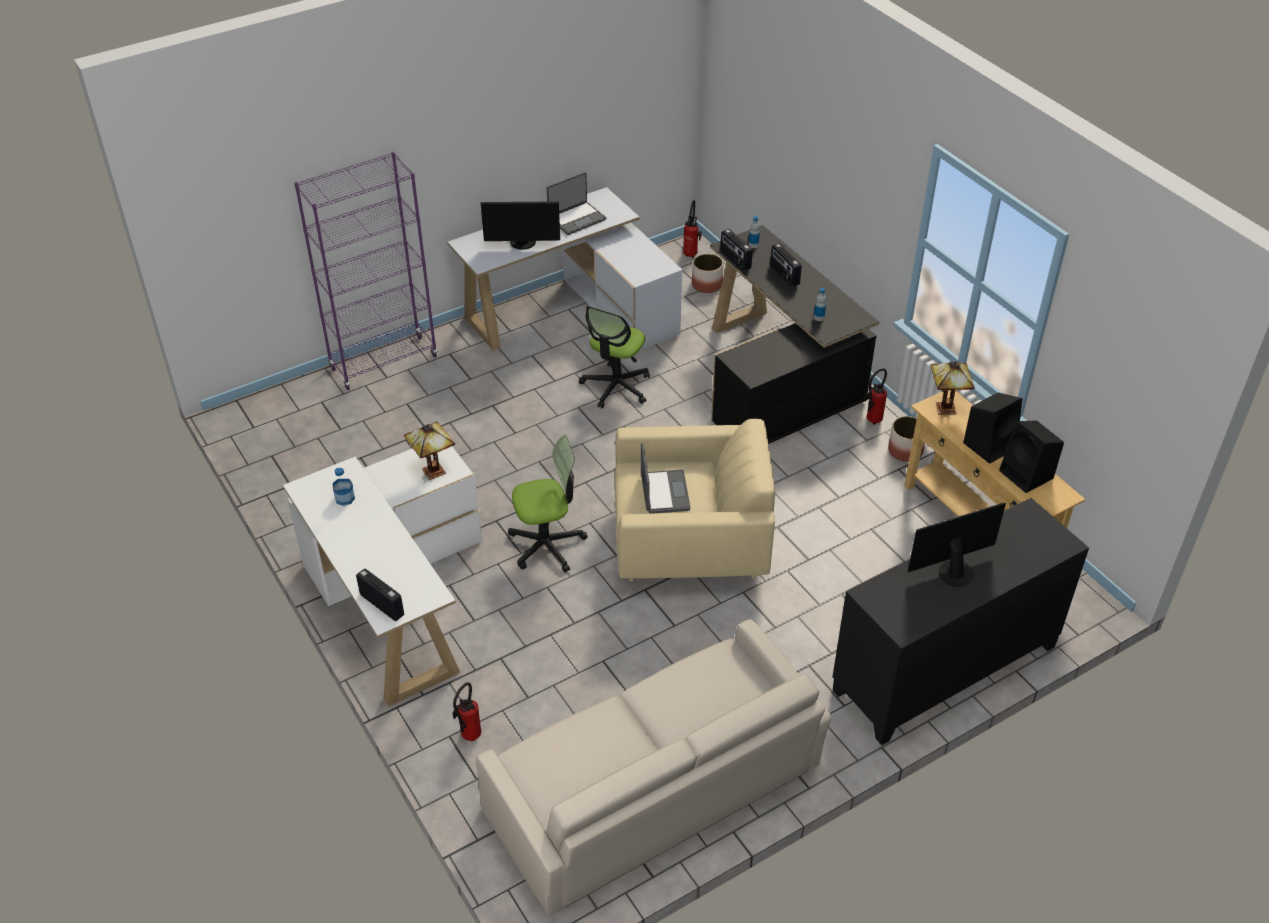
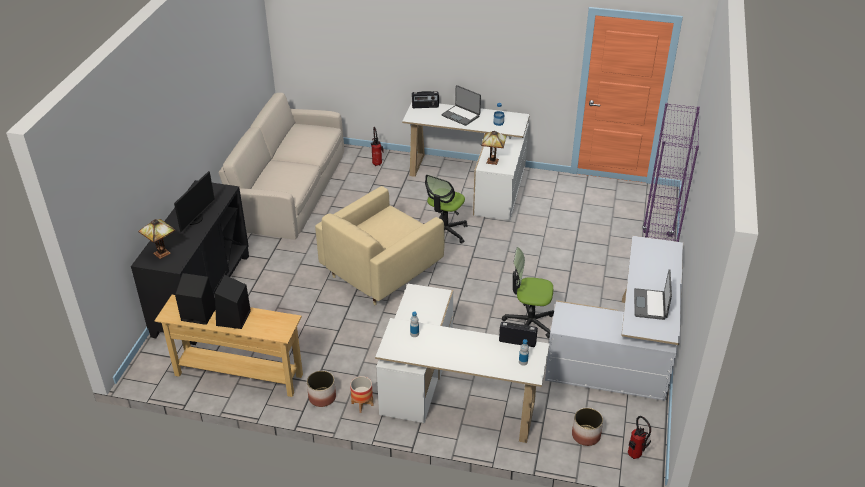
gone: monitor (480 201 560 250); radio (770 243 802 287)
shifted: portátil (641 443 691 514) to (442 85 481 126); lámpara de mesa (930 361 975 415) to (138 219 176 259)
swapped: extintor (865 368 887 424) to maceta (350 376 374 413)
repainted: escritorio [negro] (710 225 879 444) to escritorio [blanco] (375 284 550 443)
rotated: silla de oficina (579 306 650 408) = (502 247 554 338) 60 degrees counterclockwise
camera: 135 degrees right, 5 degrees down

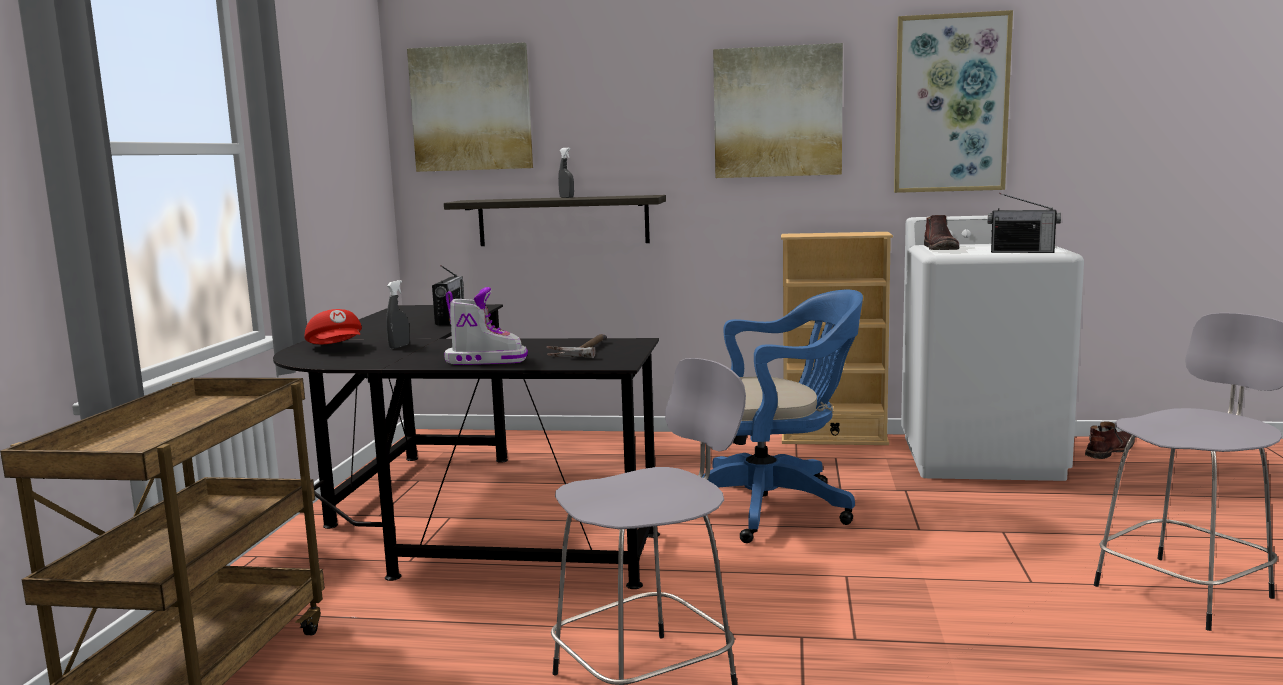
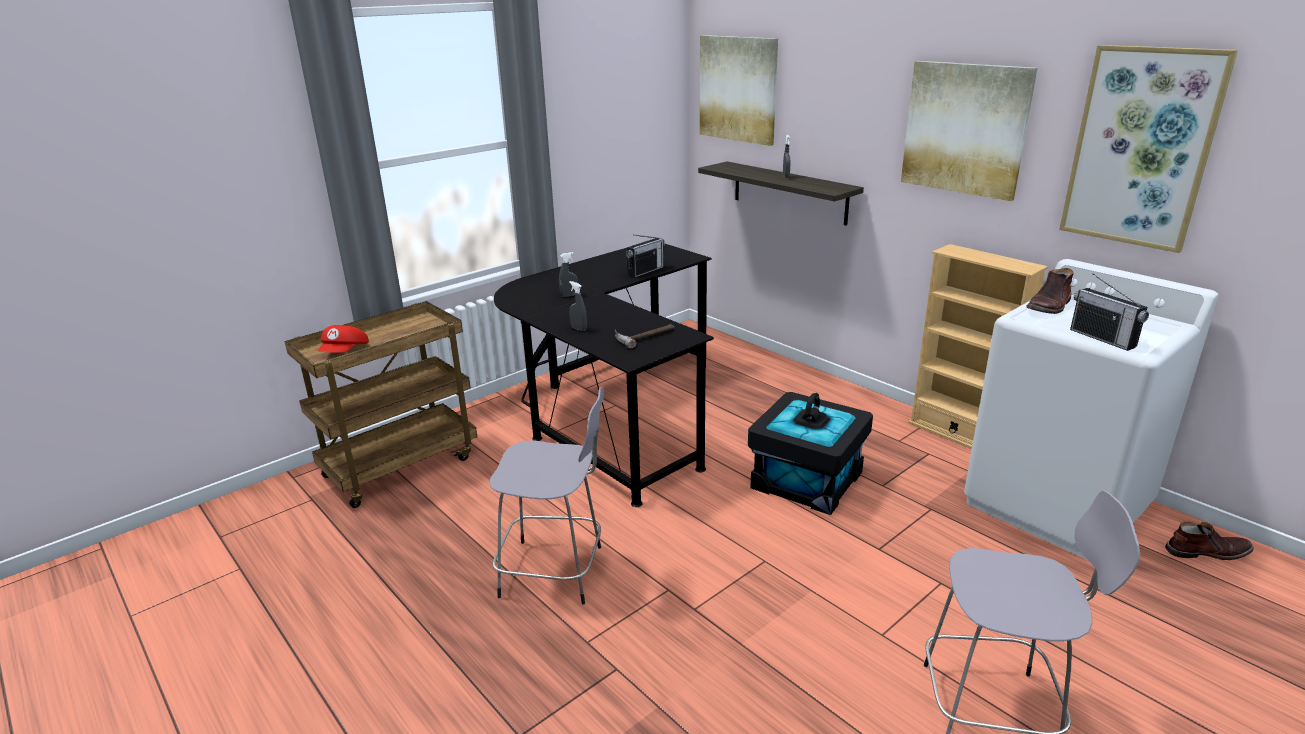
shifted: gorra [rojo] (305 309 362 344) to (318 325 369 353)
swapped: bota (444 287 528 365) to pulverizador [gris] (569 281 587 331); silla de oficina [azul] (702 290 863 543) to caja de almacenaje [negro] (748 392 873 515)
camera: 40 degrees right, 15 degrees up

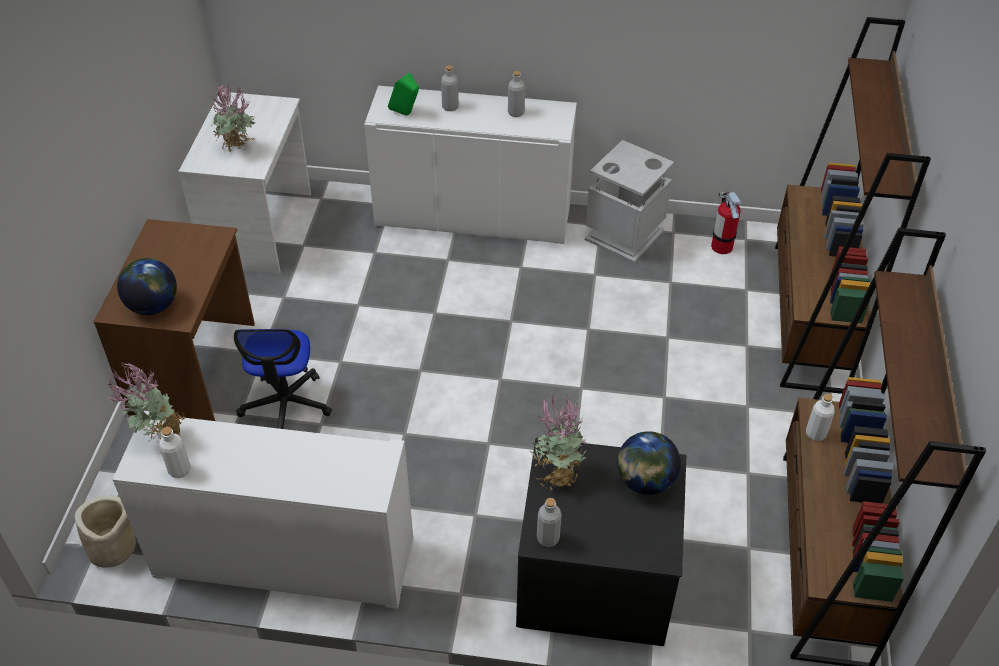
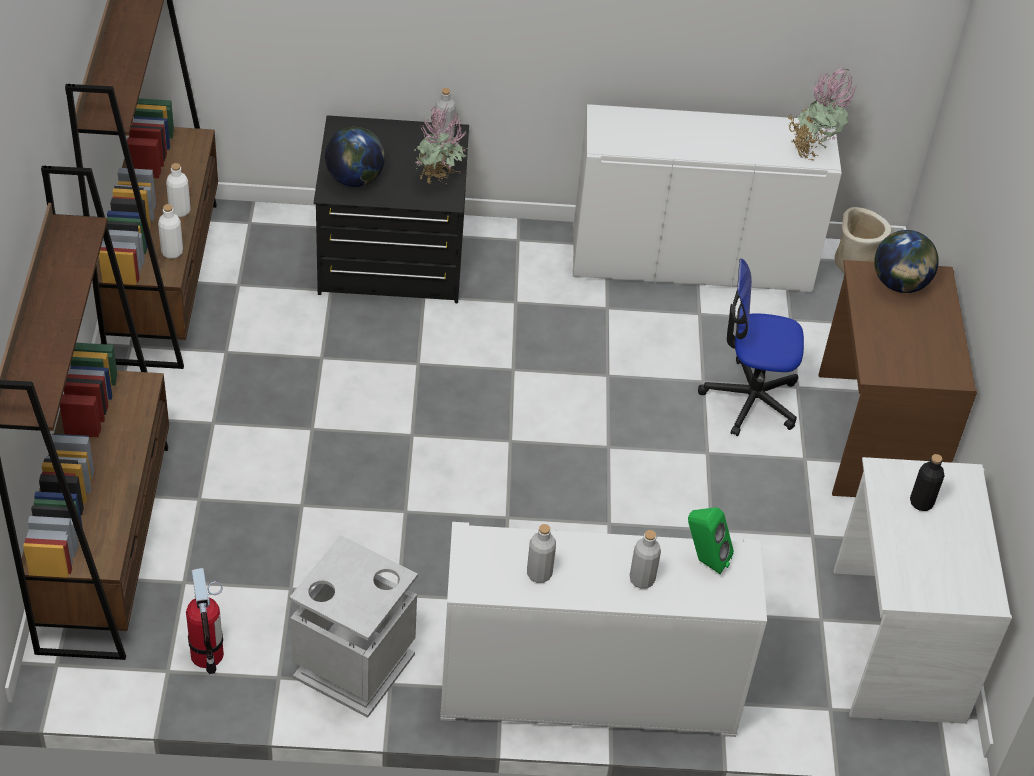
shifted: botella [blanco] (159 427 191 478) to (166 163 190 217)
swapped: planta en maceta (212 80 255 152) to botella [negro] (910 454 944 511)
rotated: silla de oficina (234 329 332 429) = (698 259 804 436) 75 degrees counterclockwise
camera: 170 degrees right, 0 degrees up

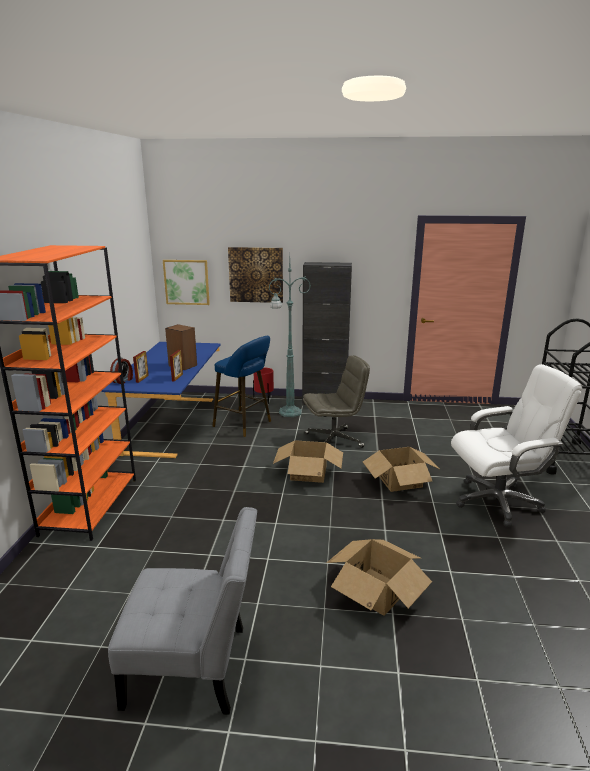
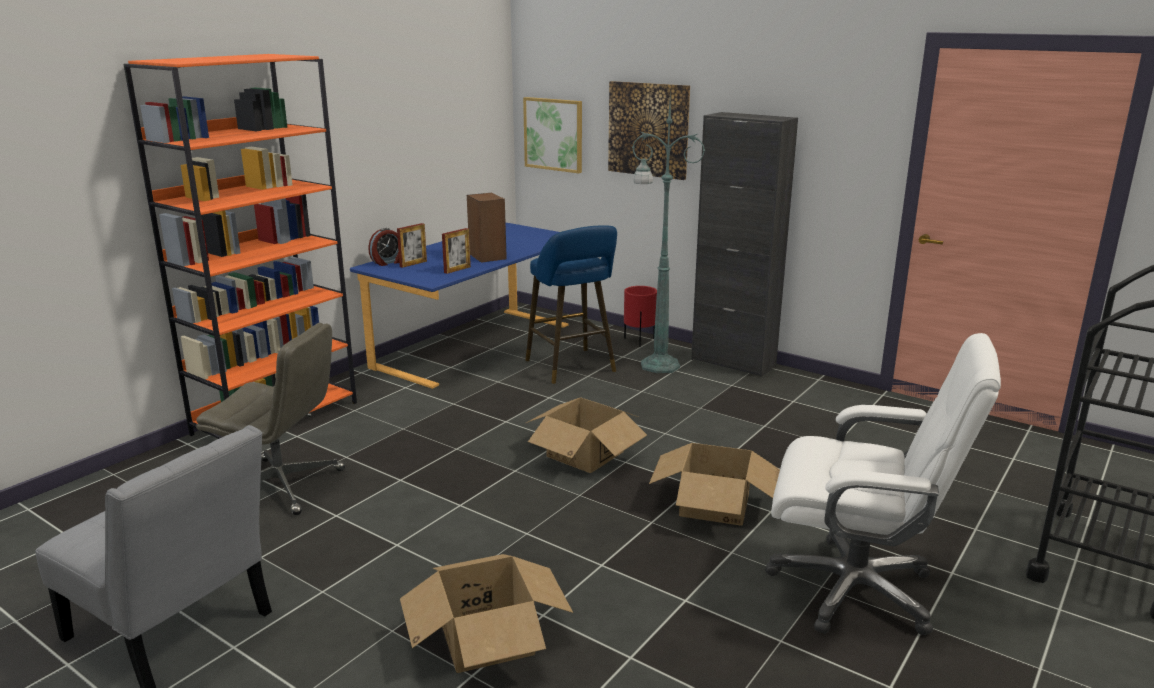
shifted: silla de oficina [gris] (303 355 370 448) to (196 323 345 515)
camera: 30 degrees right, 0 degrees up

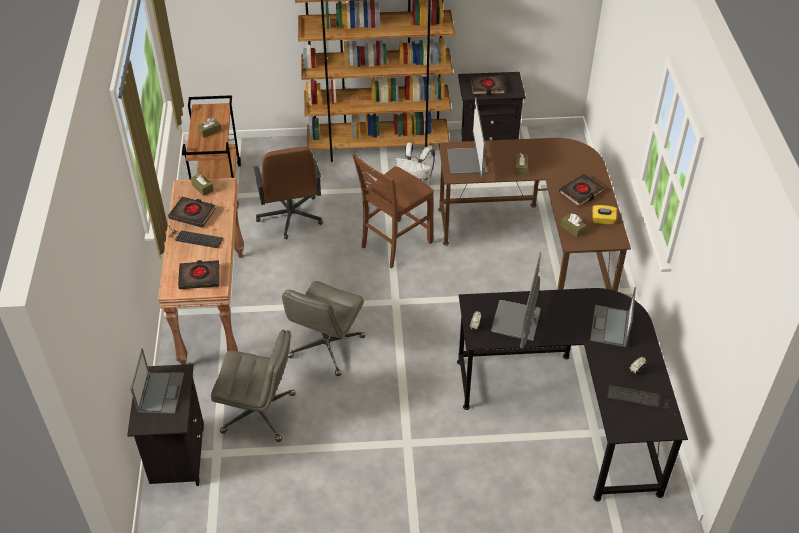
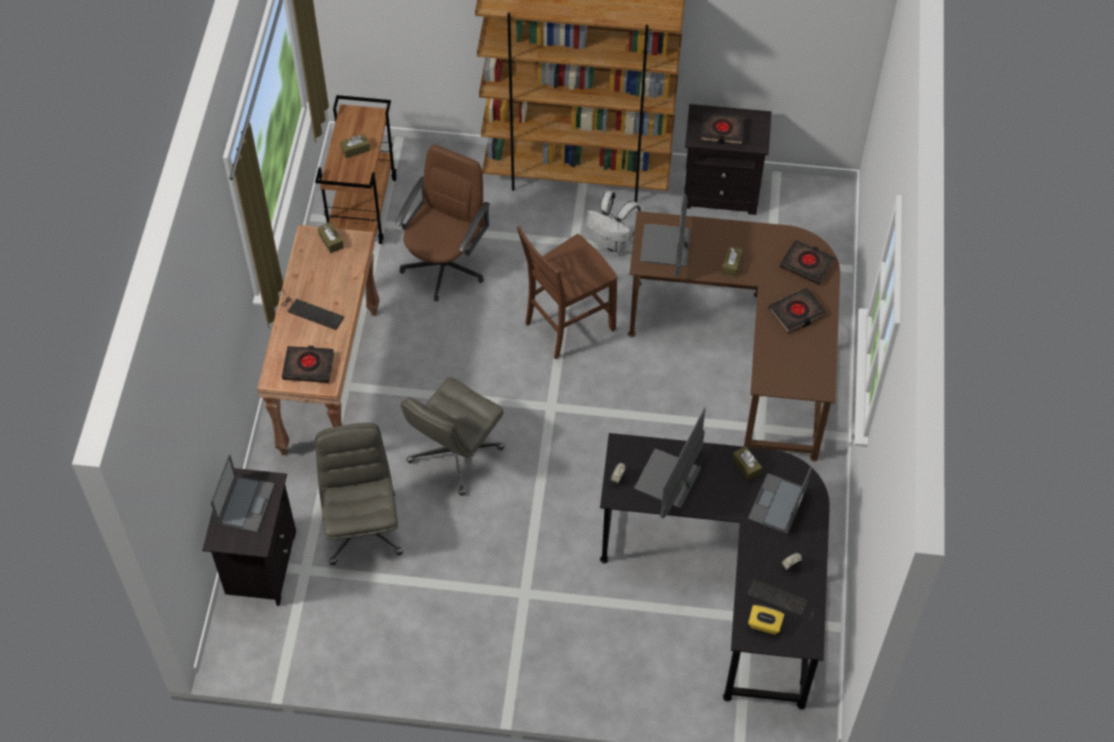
shifted: libro [negro] (168 197 216 228) to (780 240 835 285); caja de pañuelos [marrón] (560 214 586 238) to (732 446 762 481); caja de pañuelos [amarillo] (592 205 617 225) to (748 605 784 635)
rotated: silla de oficina [gris] (211 330 296 442) = (315 423 403 565) 120 degrees counterclockwise; silla de oficina [marrón] (253 147 323 239) = (396 145 490 302) 150 degrees counterclockwise
camera: 10 degrees right, 10 degrees up

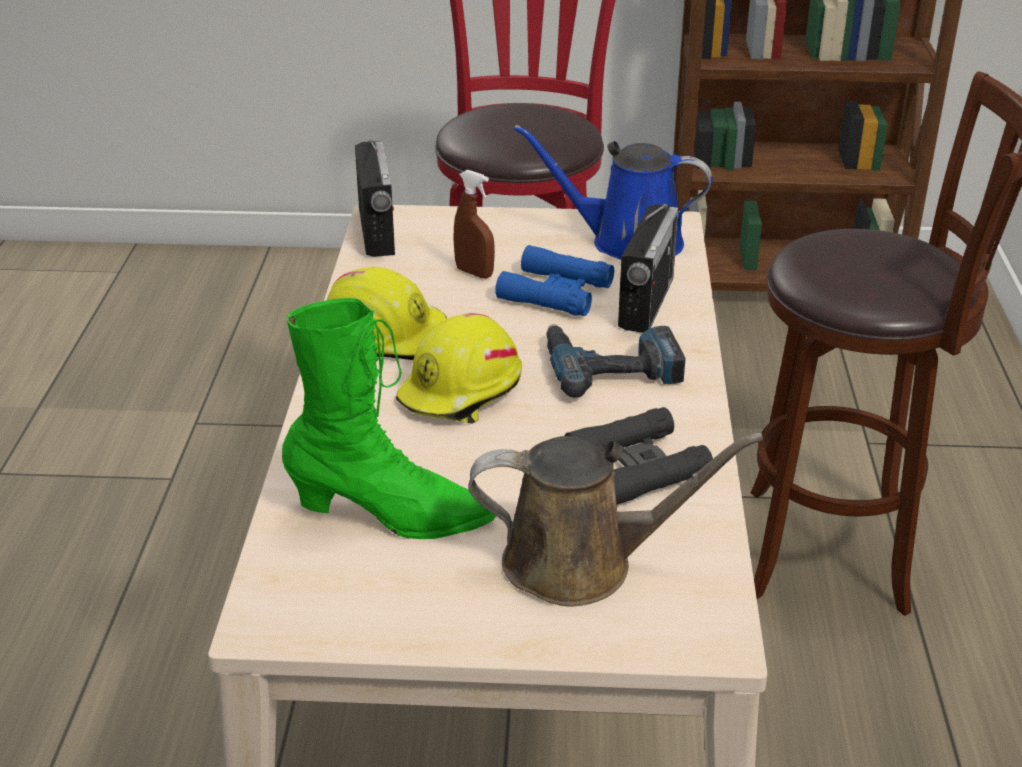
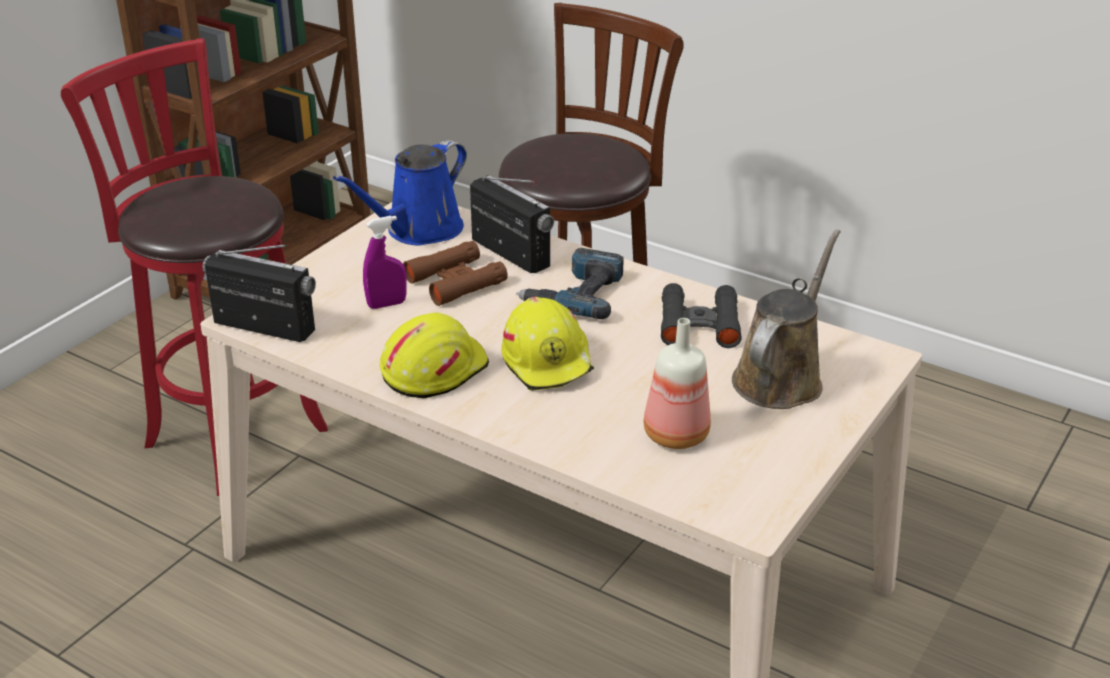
swapped: bota [verde] (282 298 496 539) to botella (644 318 711 449)
repainted: pulverizador [marrón] (454 170 495 278) to pulverizador [morado] (363 216 407 309); prismáticos [azul] (495 245 614 316) to prismáticos [marrón] (403 241 508 306)
camera: 60 degrees left, 0 degrees up

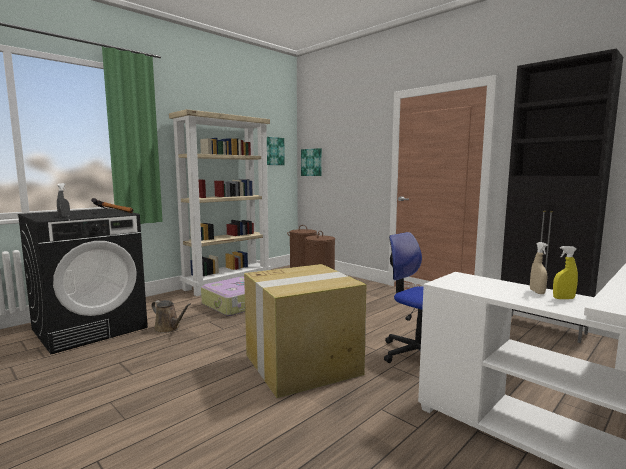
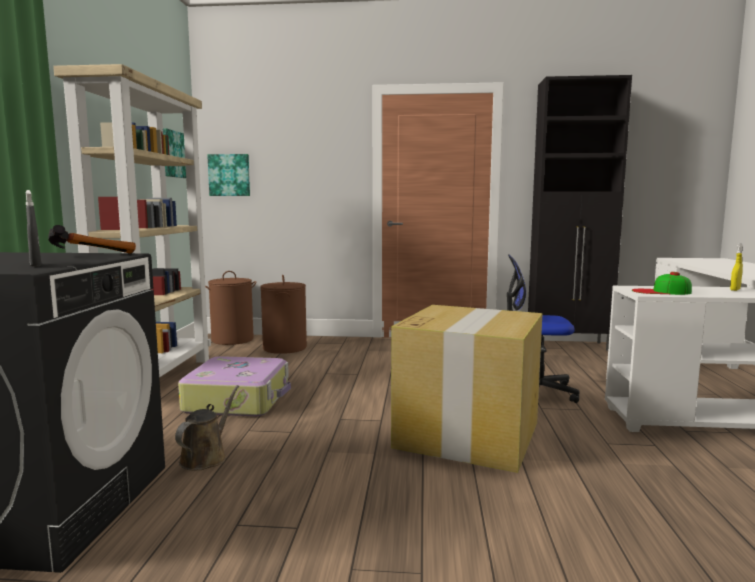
gone: pulverizador [beis] (530 242 548 294)
new: gorra (632 272 692 295)
rotated: regadera [marrón] (151 300 191 333) = (175 385 239 471) 60 degrees counterclockwise
camera: 40 degrees left, 0 degrees up

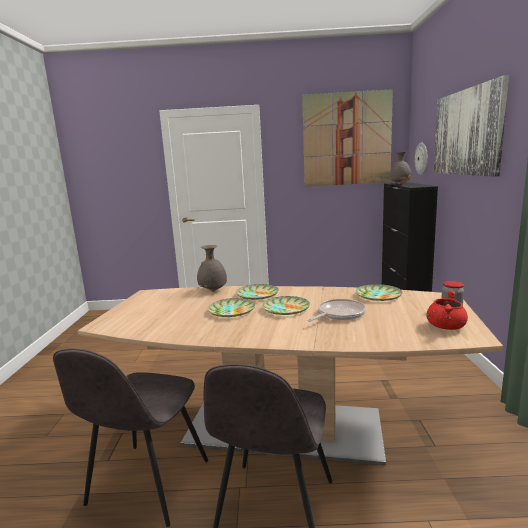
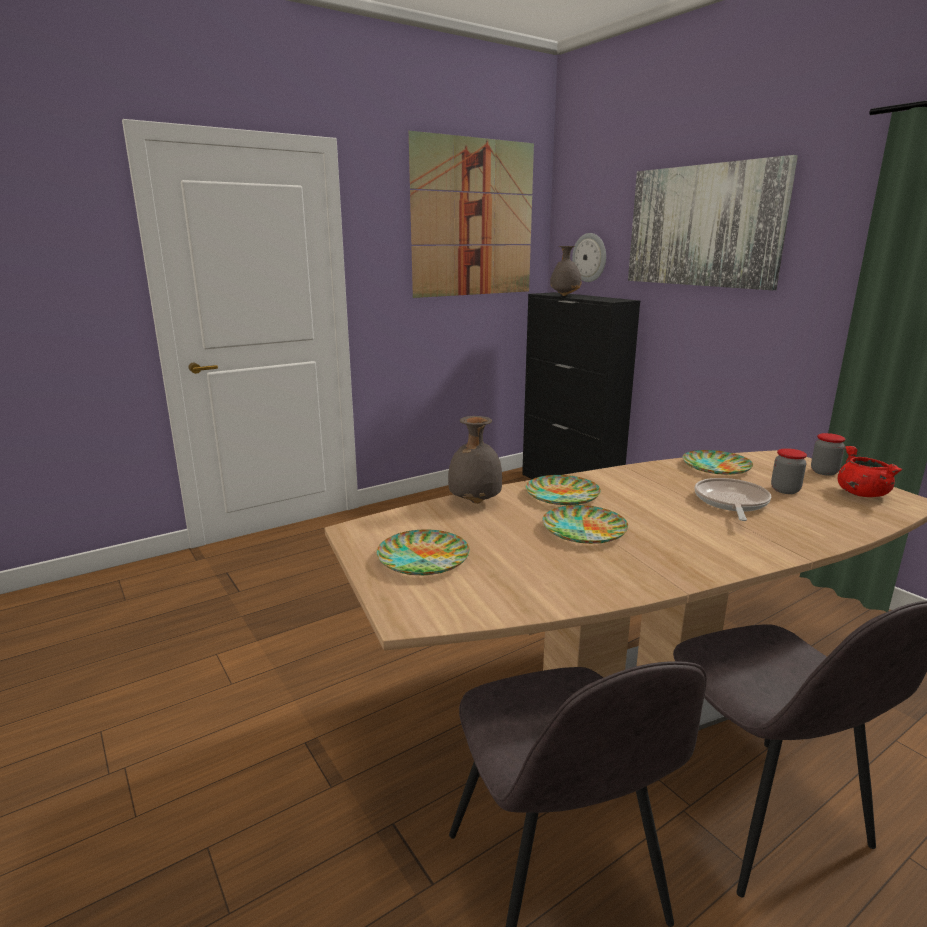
new: tarro (771 448 807 494)
shifted: plato (262 296 310 315) to (377 529 470 575)
camera: 35 degrees left, 5 degrees up

